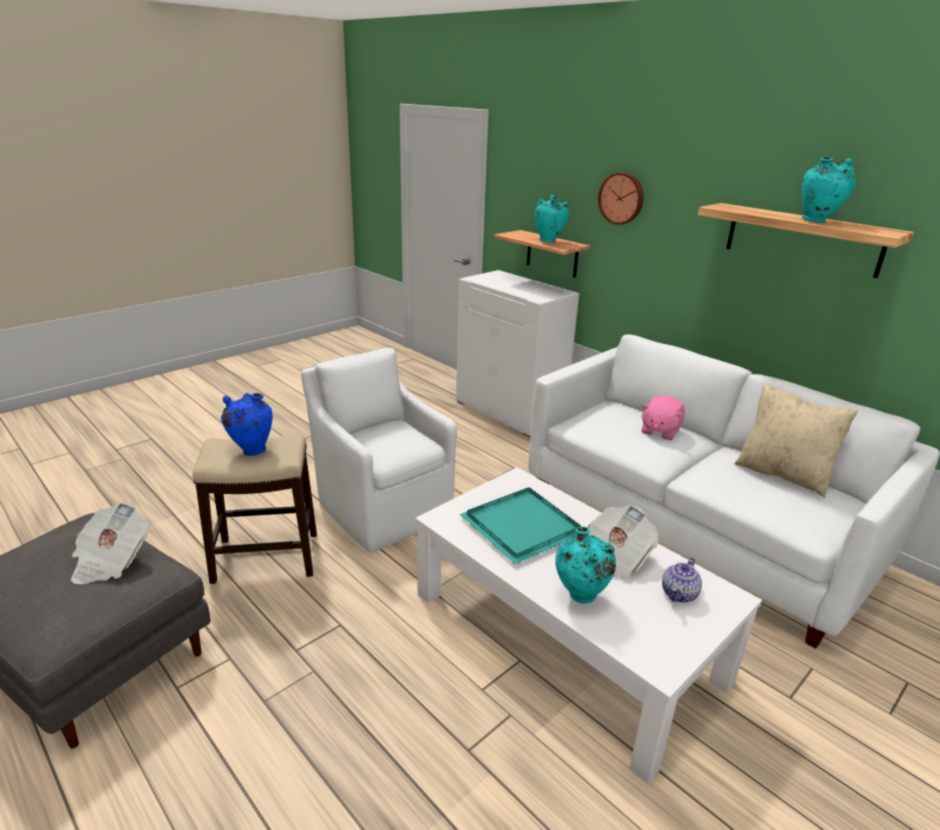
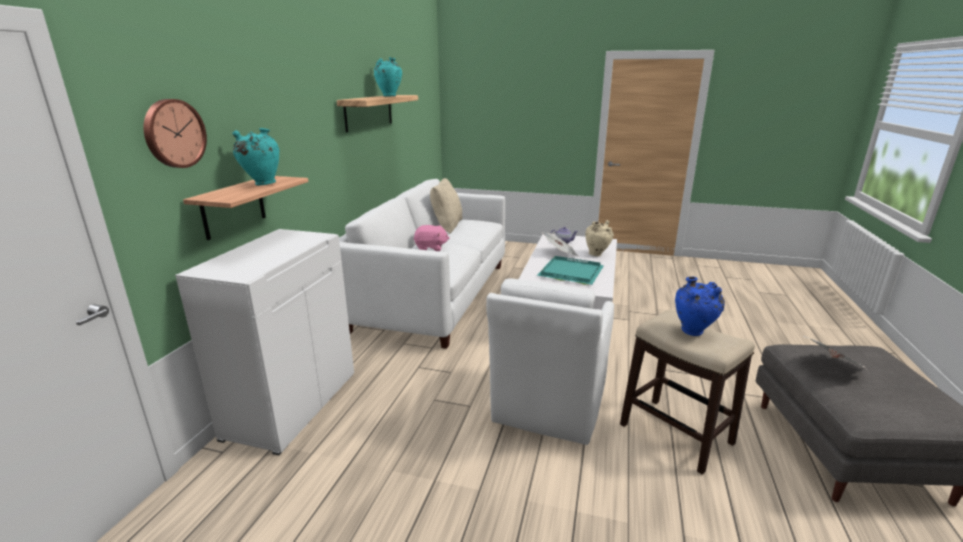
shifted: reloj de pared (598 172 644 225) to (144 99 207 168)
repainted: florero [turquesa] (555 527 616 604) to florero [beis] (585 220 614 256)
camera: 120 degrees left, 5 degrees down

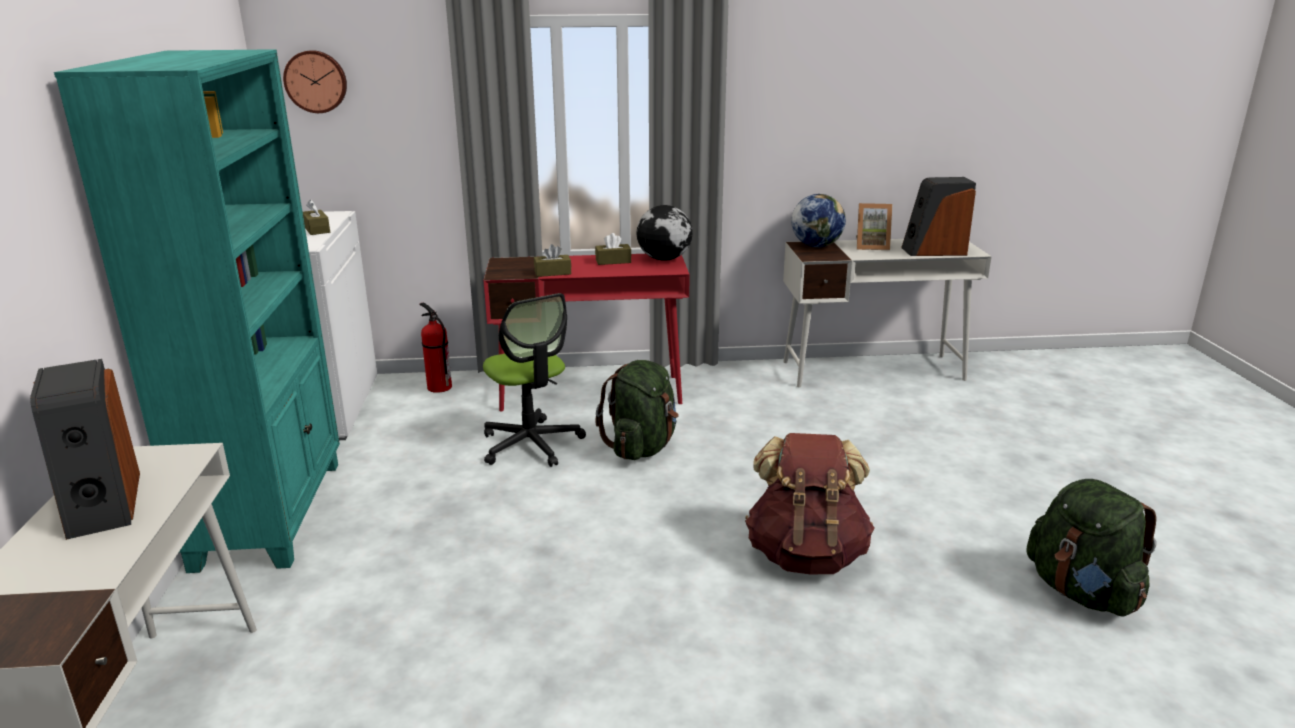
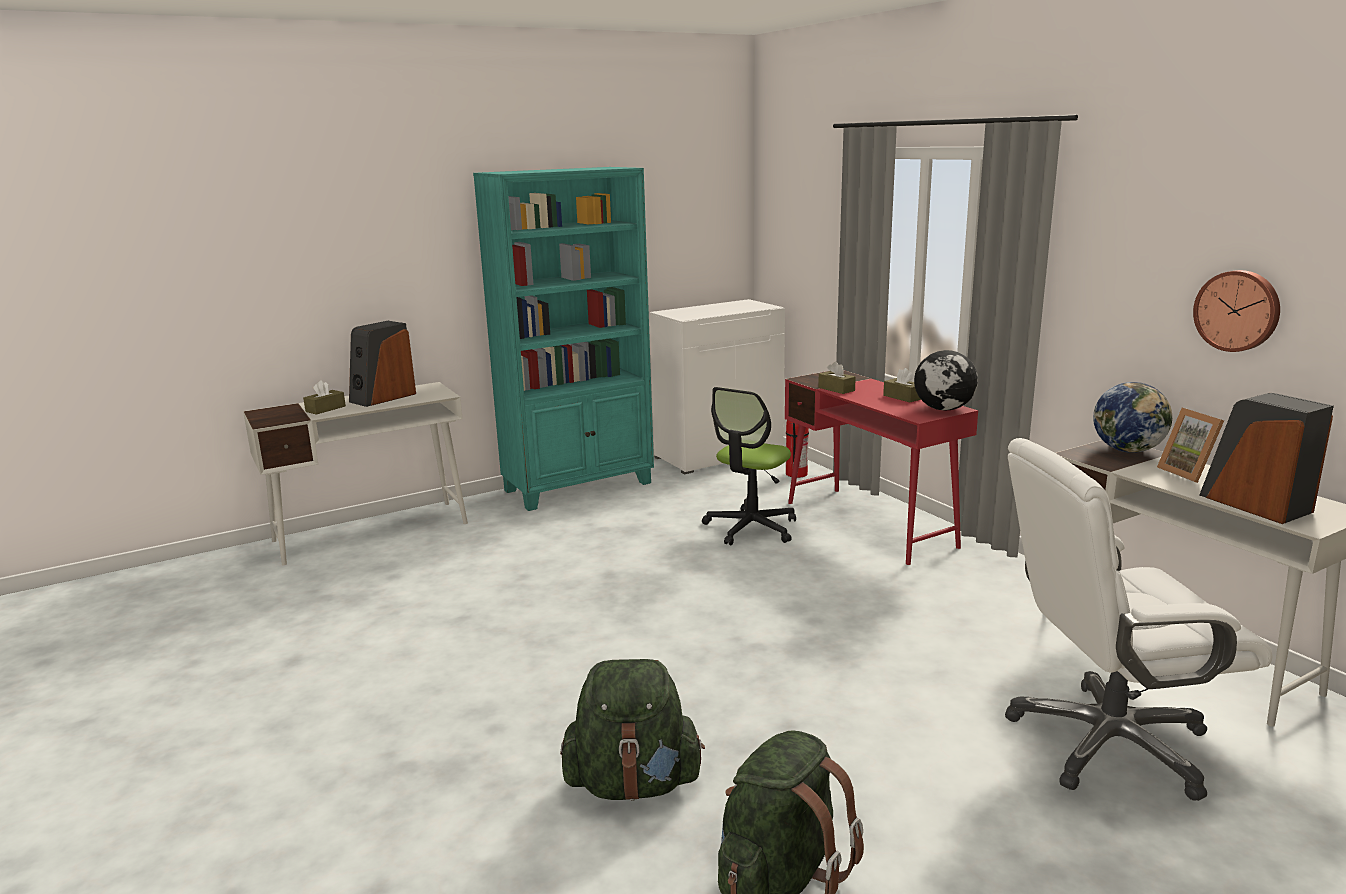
gone: mochila [marrón] (745 433 874 574)
new: silla de oficina [blanco] (1005 438 1273 801)
shifted: reloj de pared (283 50 347 113) to (1193 270 1280 352); caja de pañuelos [marrón] (303 199 330 235) to (303 380 346 415); mochila [verde] (595 360 679 460) to (560 659 705 801)
camera: 65 degrees right, 5 degrees down

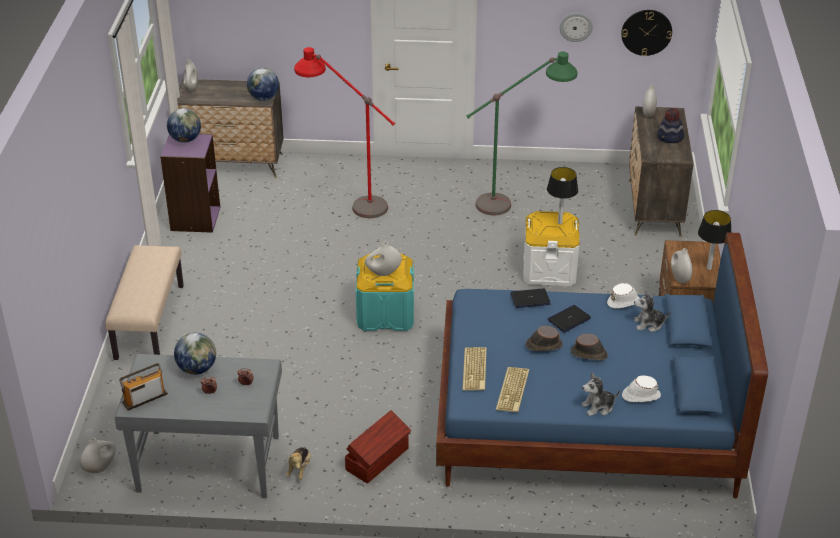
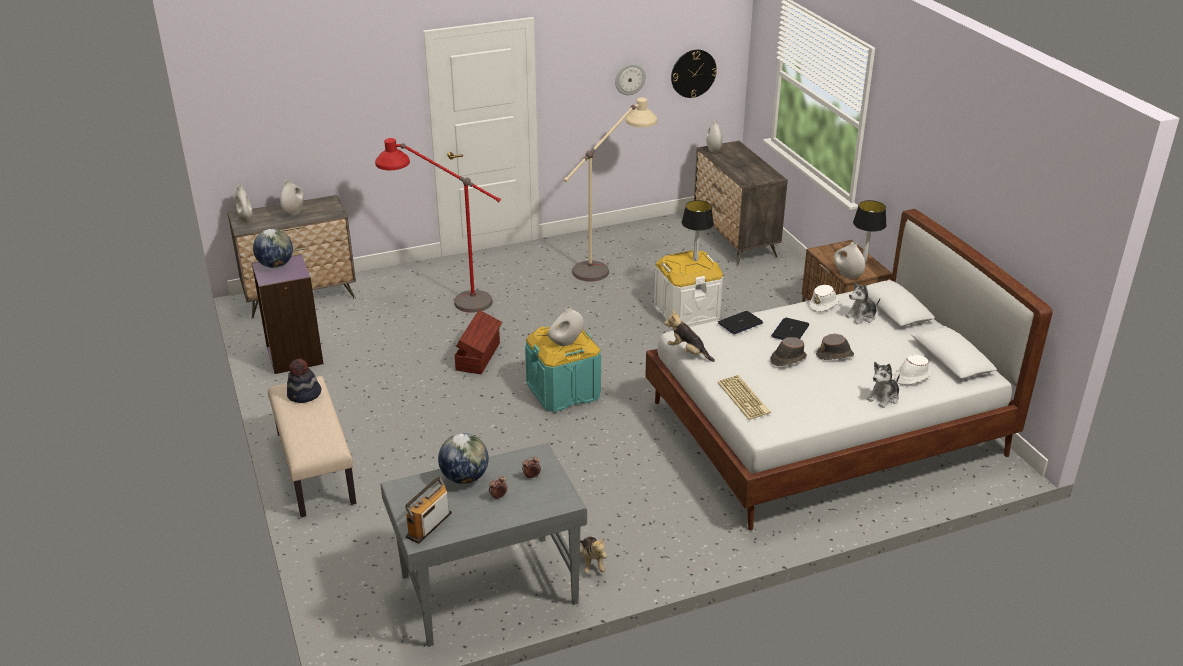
gone: globo terráqueo (247 68 279 101); teclado (496 367 529 412)
new: peluche (664 310 715 362)
shifted: florero [blanco] (80 438 116 473) to (280 180 304 216); caja de almacenaje [marrón] (345 410 411 484) to (455 310 502 374); sombrero (657 108 684 143) to (287 359 321 403)
repainted: cama [azul] (436 232 768 499) to cama [blanco] (645 209 1052 530); lámpara de pie [verde] (466 52 577 215) to lámpara de pie [beis] (564 98 657 281)
camera: 25 degrees left, 5 degrees down

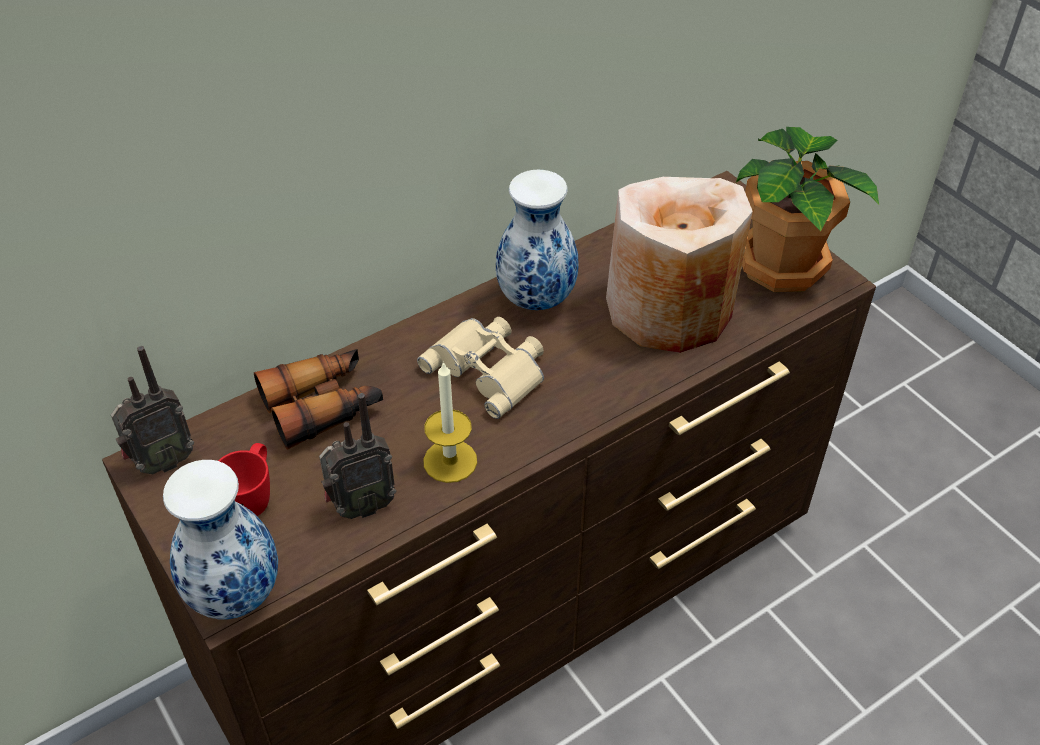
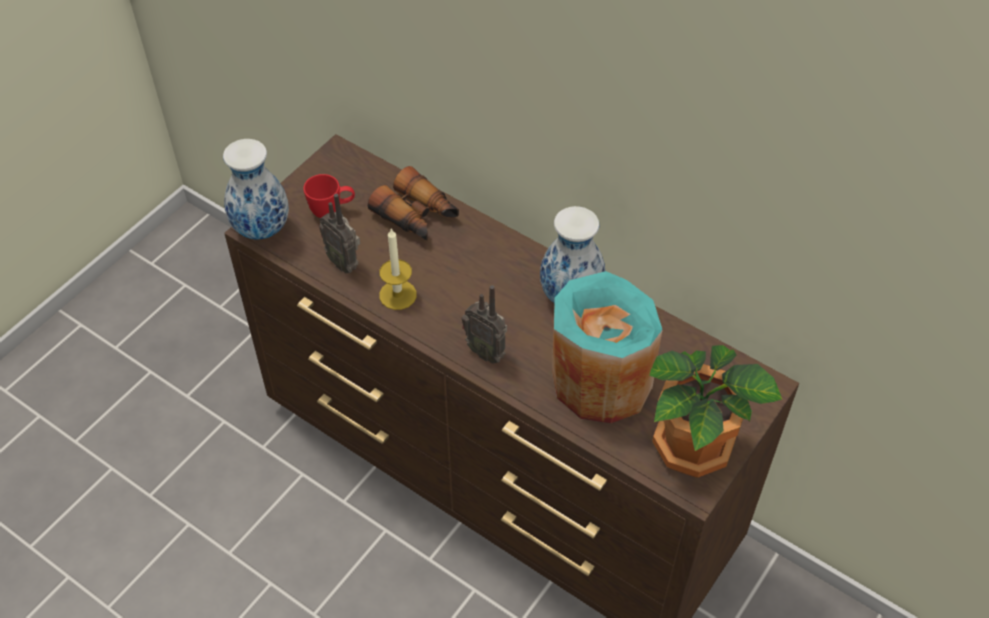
gone: prismáticos [beis] (417 317 544 419)
shifted: radio (111 346 194 474) to (461 285 507 363)
repainted: florero [beis] (606 177 753 353) to florero [turquesa] (552 271 662 423)
camera: 70 degrees right, 5 degrees up

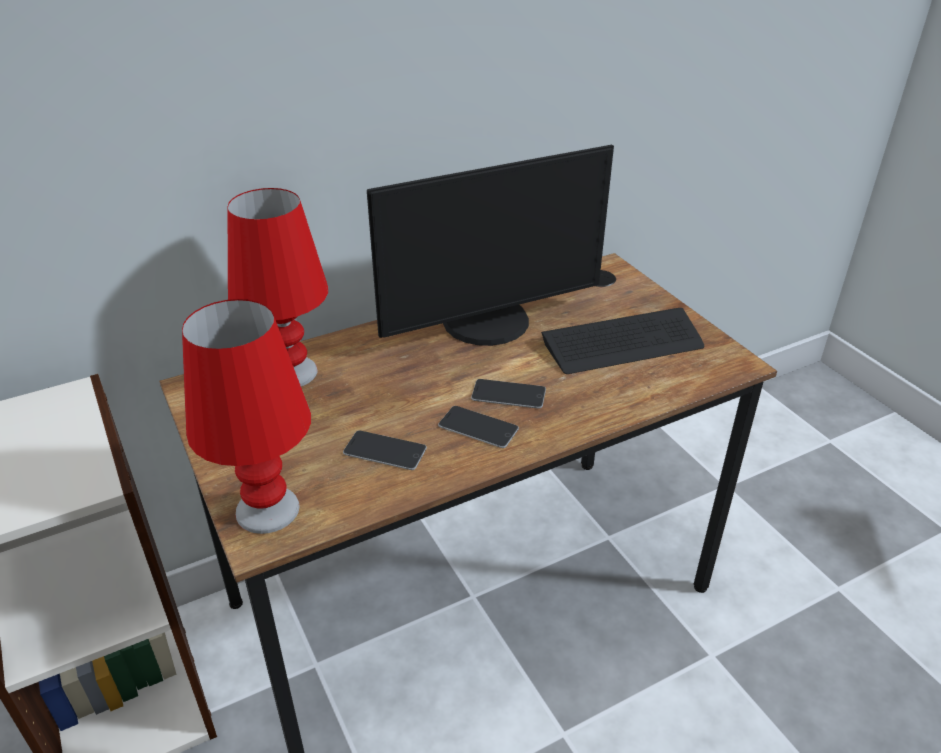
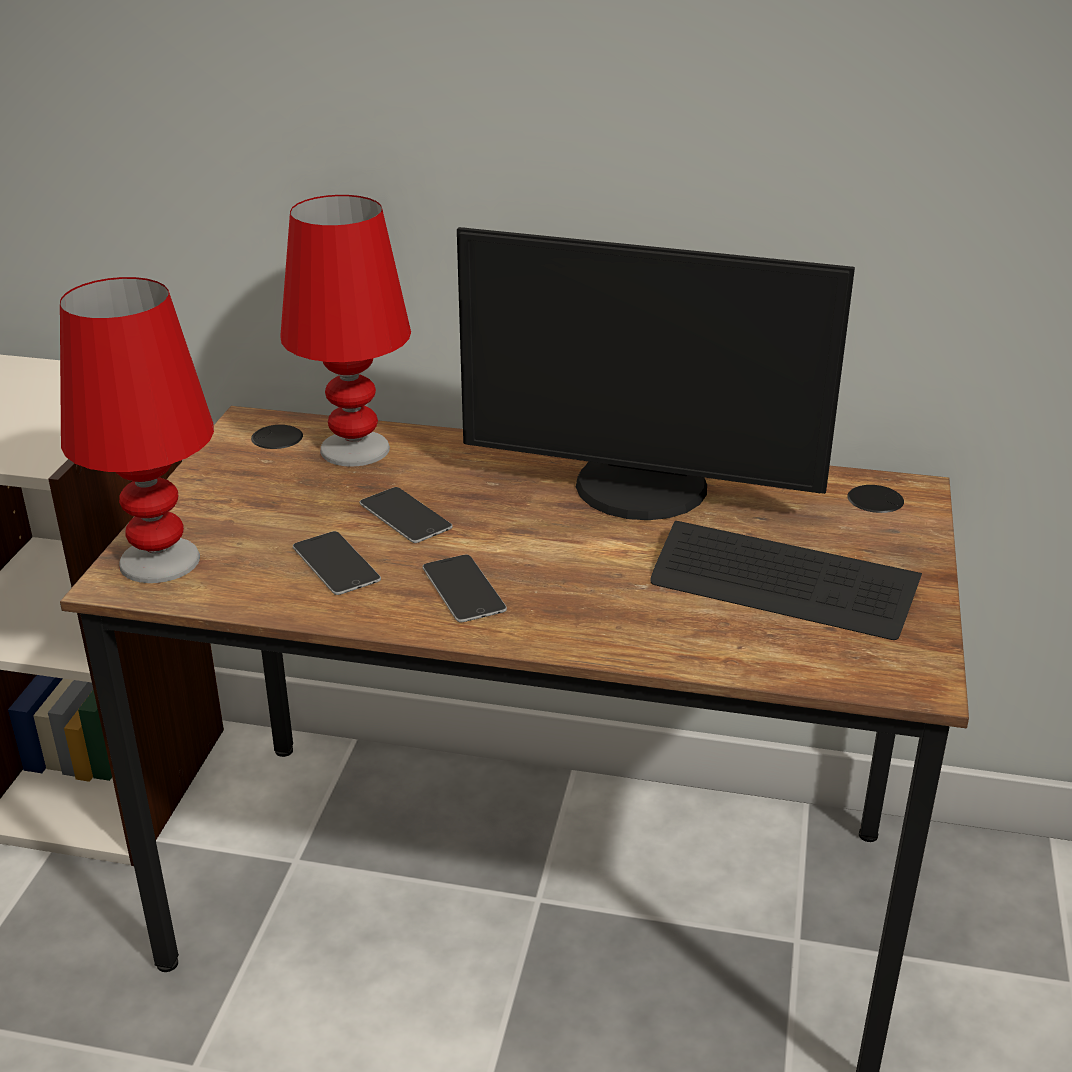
shifted: móvil (471 379 546 409) to (360 487 453 543)
camera: 40 degrees right, 5 degrees down

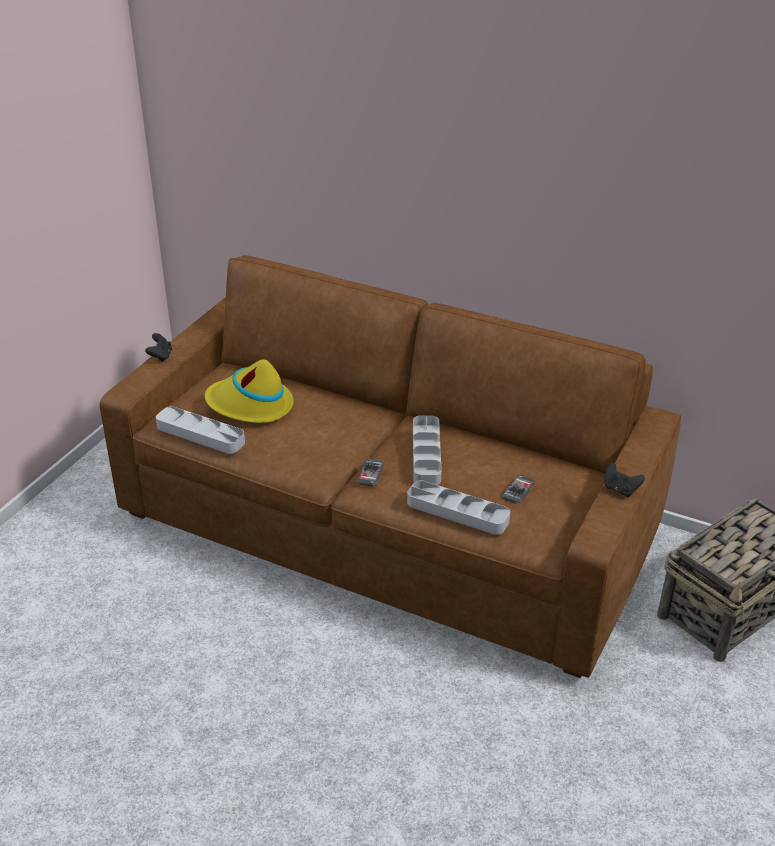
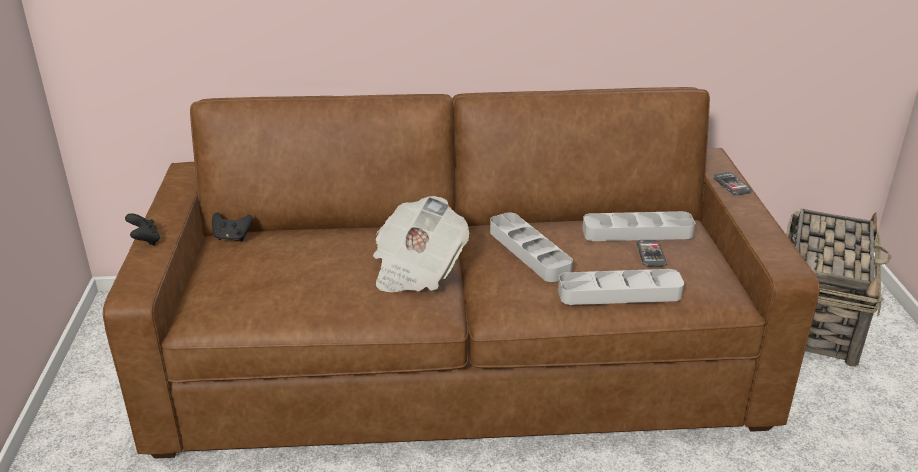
gone: sombrero [amarillo] (205 359 293 423)
new: periódico (373 196 469 292)
shifted: bandeja [gris] (156 406 245 454) to (582 211 695 241); móvil (357 459 384 486) to (713 172 752 195); mando de consola [negro] (604 462 645 497) to (212 212 253 242)
camera: 30 degrees left, 5 degrees down

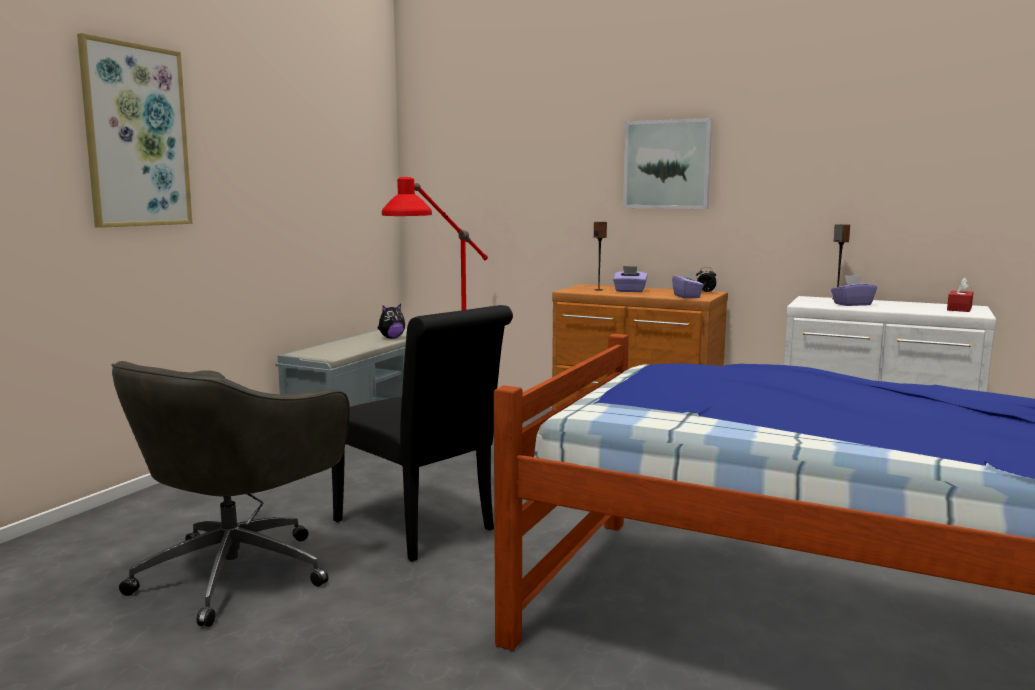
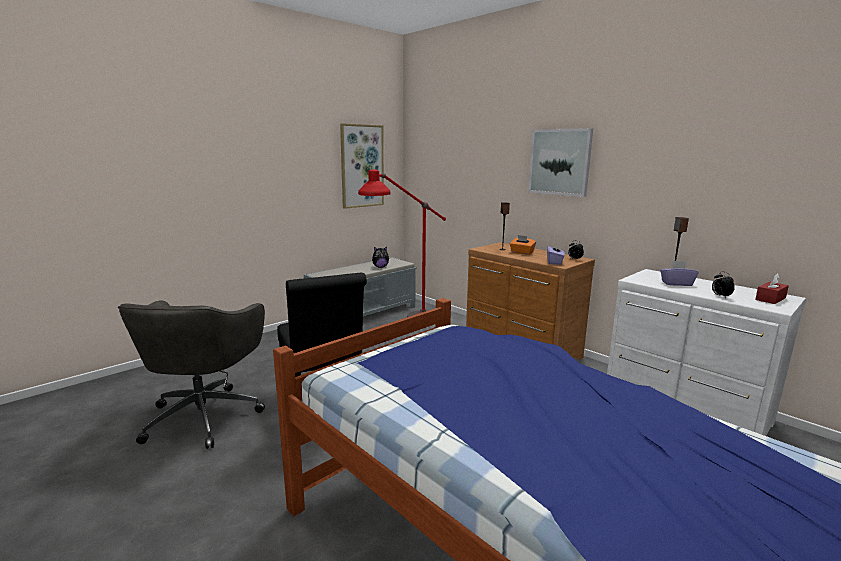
new: despertador (712 272 735 298)
shifted: cuadro (77 33 192 228) to (340 123 384 209)
repainted: caja de pañuelos [morado] (613 266 648 292) to caja de pañuelos [naranja] (510 235 536 255)
rotated: silla de oficina [gris] (111 361 350 627) = (118 301 265 449) 45 degrees counterclockwise
camera: 20 degrees right, 5 degrees up

